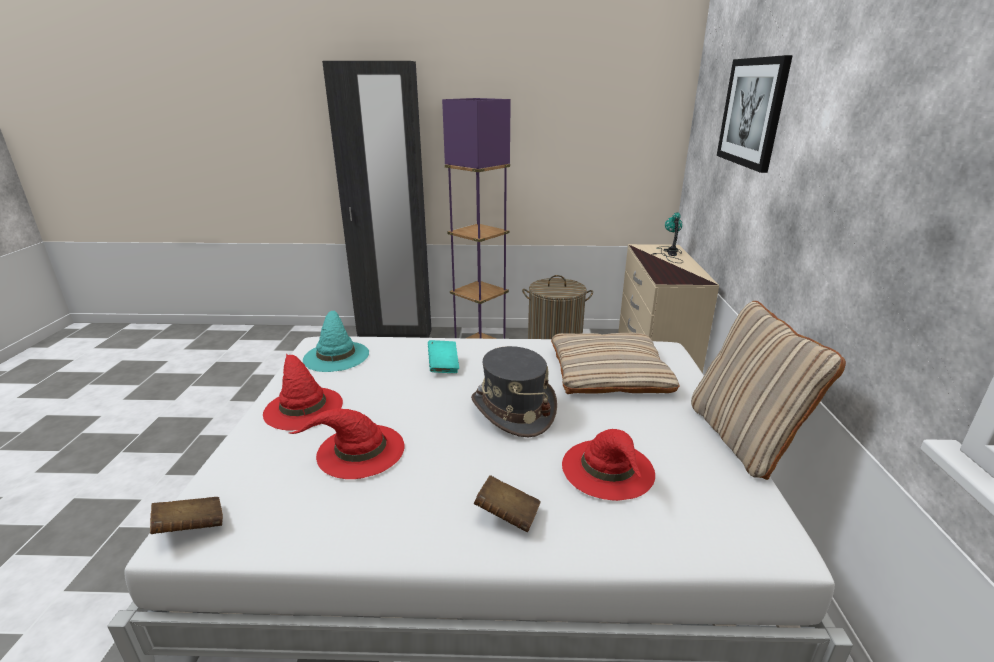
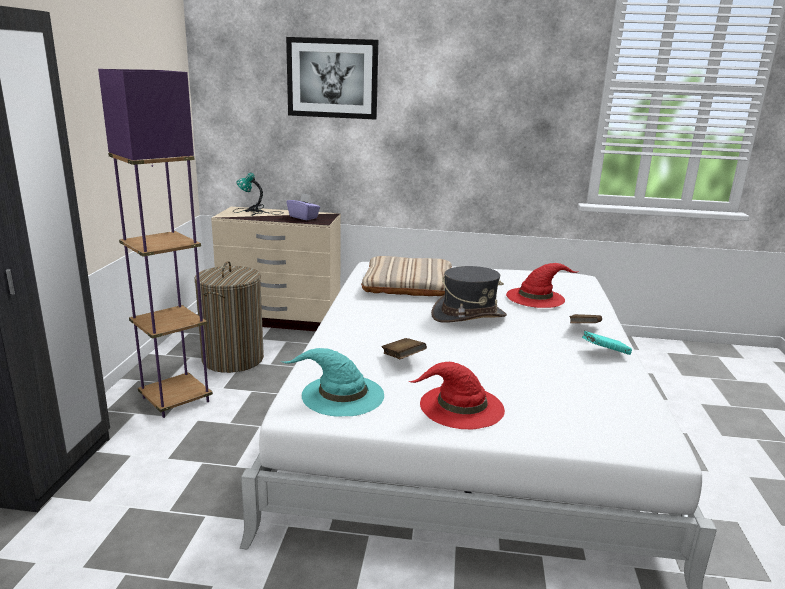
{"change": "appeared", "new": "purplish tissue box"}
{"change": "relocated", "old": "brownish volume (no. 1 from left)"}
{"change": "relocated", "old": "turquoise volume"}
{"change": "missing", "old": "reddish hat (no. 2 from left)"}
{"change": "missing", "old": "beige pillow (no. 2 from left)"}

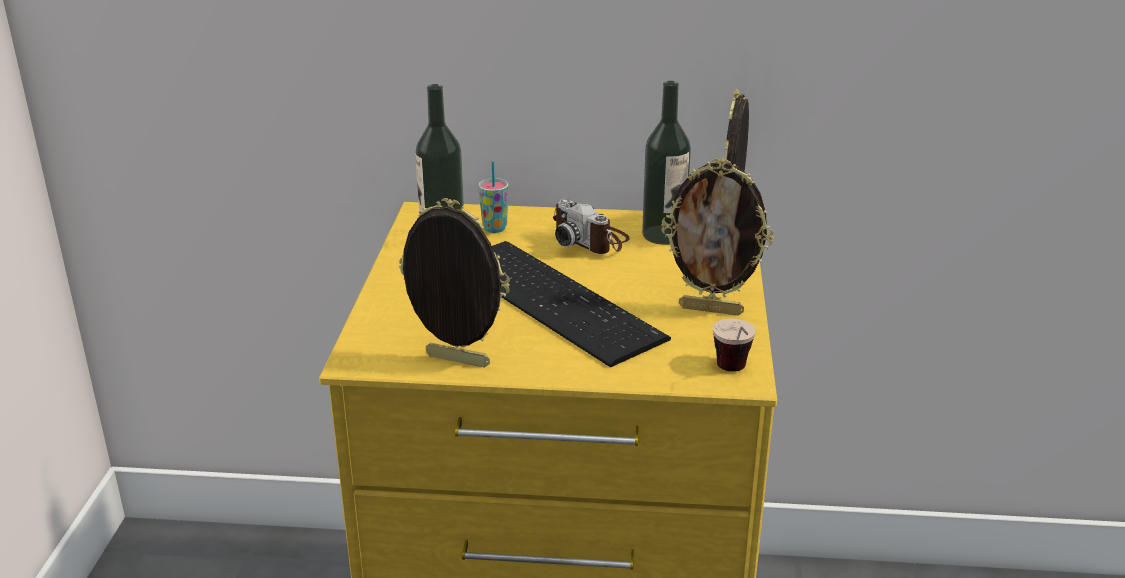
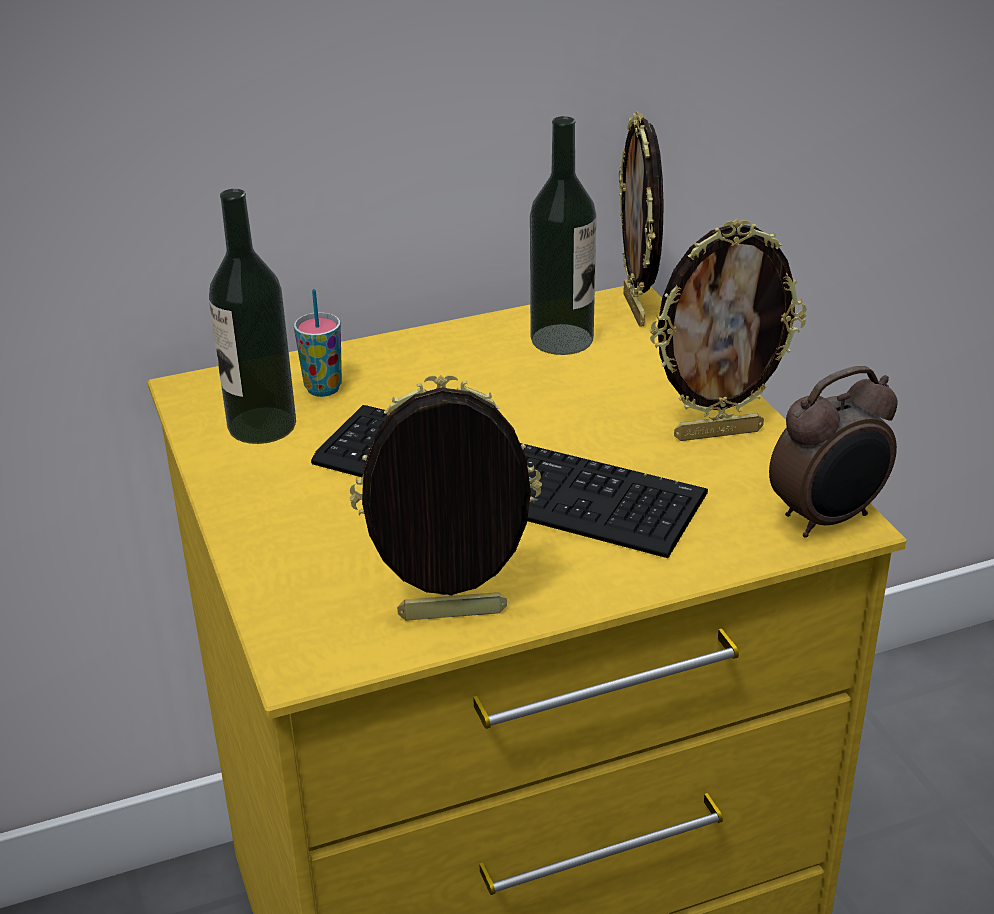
{"change": "exchanged", "old": "cup (no. 2 from left)", "new": "bedside clock"}
{"change": "missing", "old": "photo camera"}

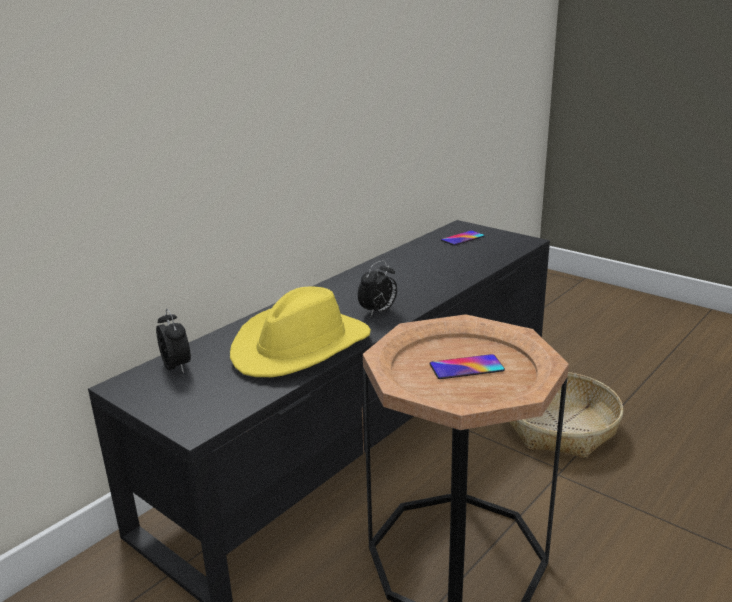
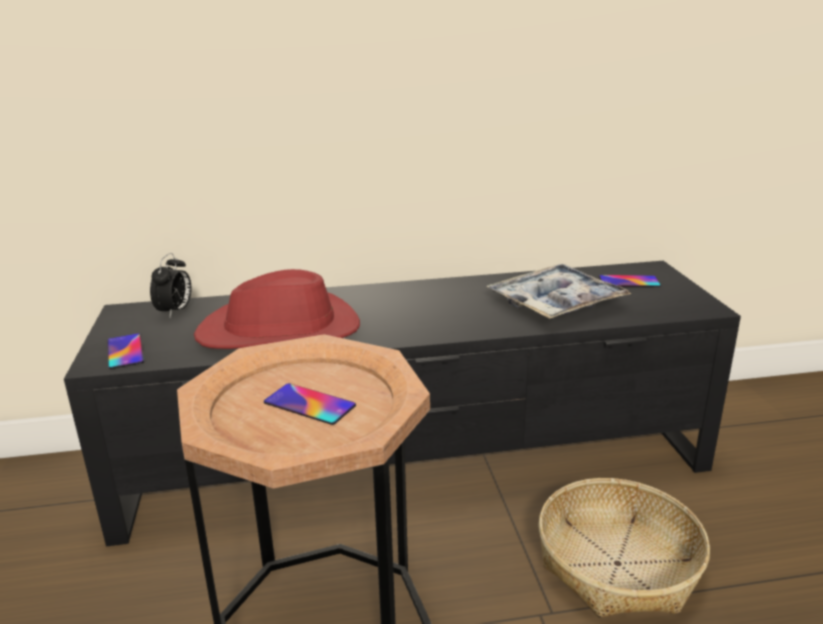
{"change": "appeared", "new": "telephone (no. 1 from left)"}
{"change": "colour", "old": "yellow hat", "new": "reddish hat"}
{"change": "appeared", "new": "serving tray"}
{"change": "missing", "old": "bedside clock (no. 2 from left)"}

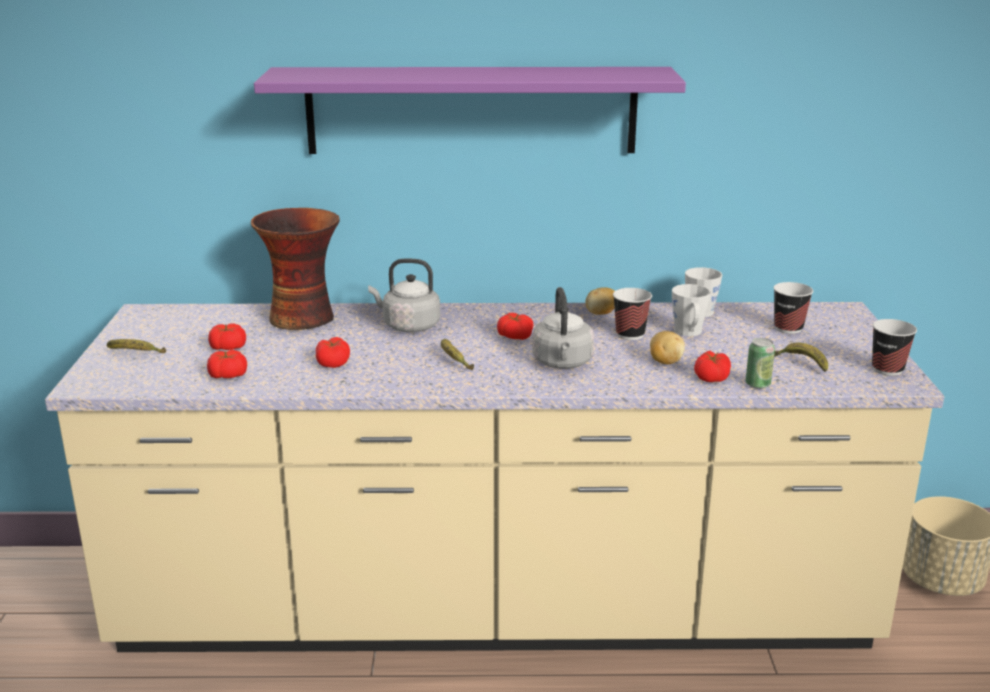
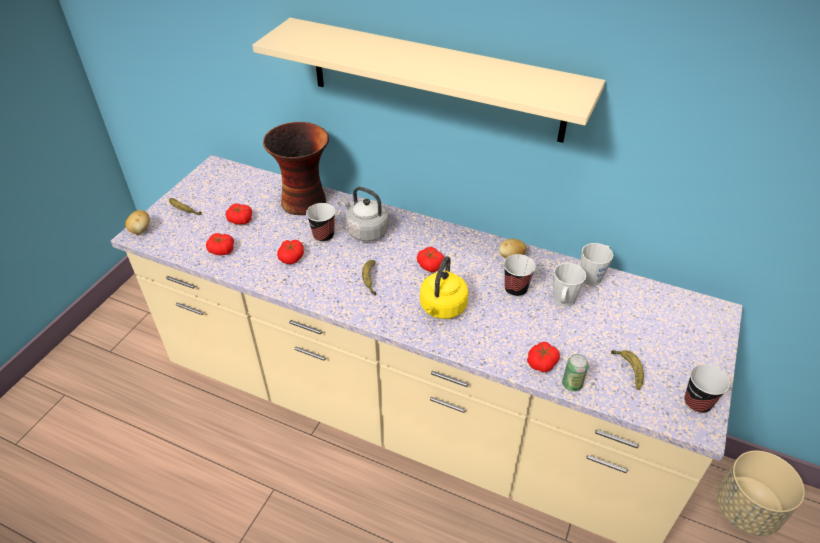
{"change": "relocated", "old": "potato (no. 2 from left in the first image)", "new": "potato (no. 1 from left)"}
{"change": "colour", "old": "purplish bracket shelf", "new": "beige bracket shelf"}
{"change": "relocated", "old": "cup (no. 2 from left in the first image)", "new": "cup (no. 1 from left)"}
{"change": "colour", "old": "greyish kettle (no. 2 from left)", "new": "yellow kettle"}

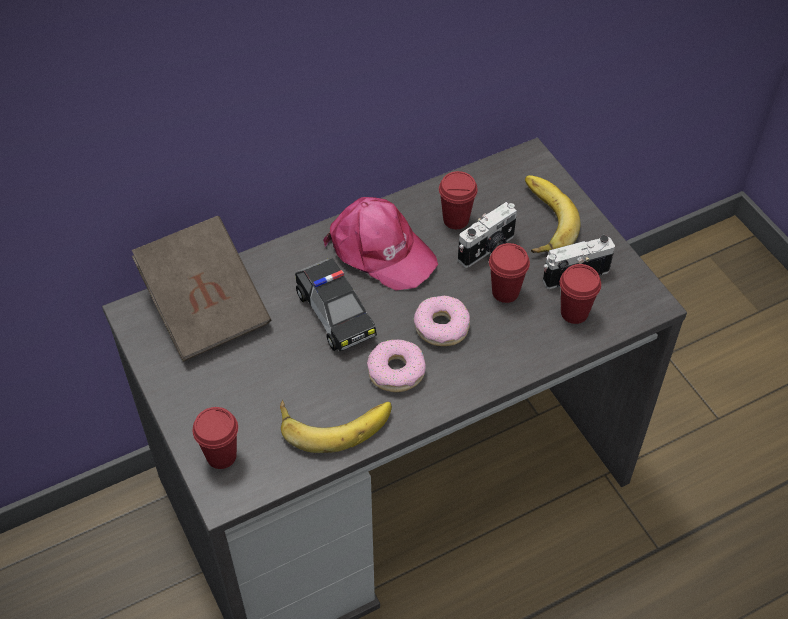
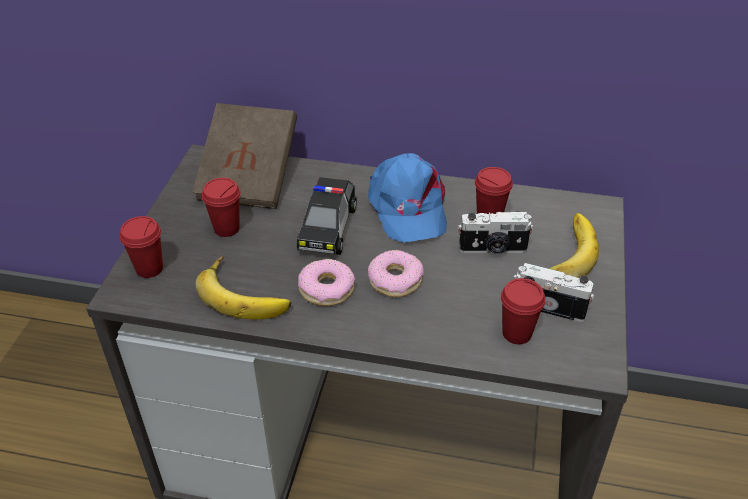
{"change": "relocated", "old": "reddish cup (no. 3 from left in the first image)", "new": "reddish cup (no. 2 from left)"}
{"change": "colour", "old": "pinkish peaked cap", "new": "bluish peaked cap"}

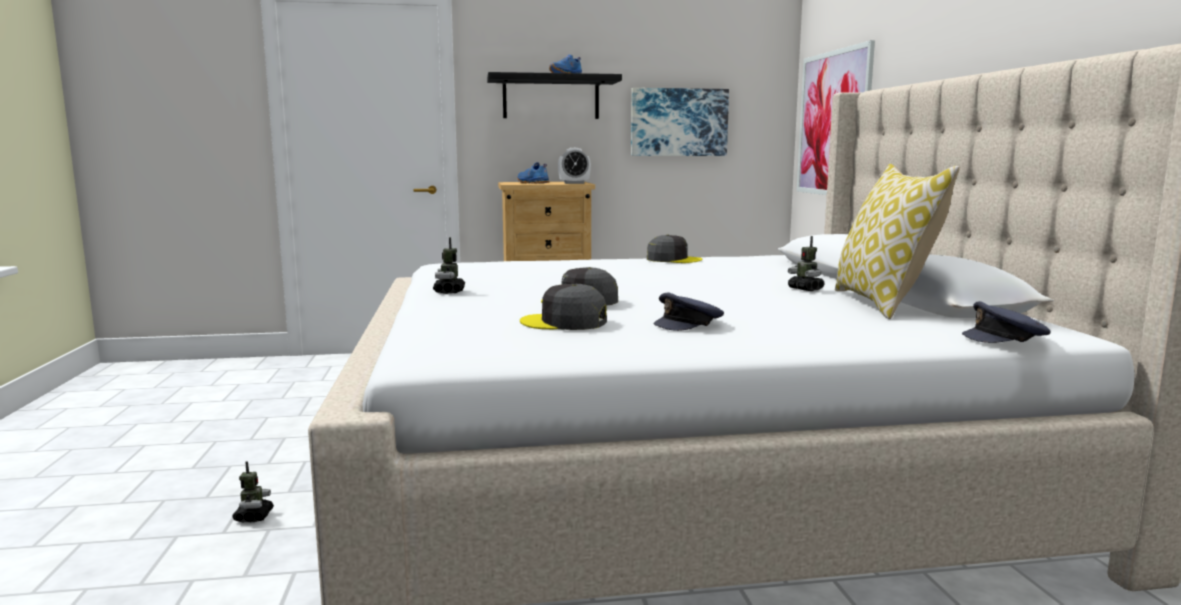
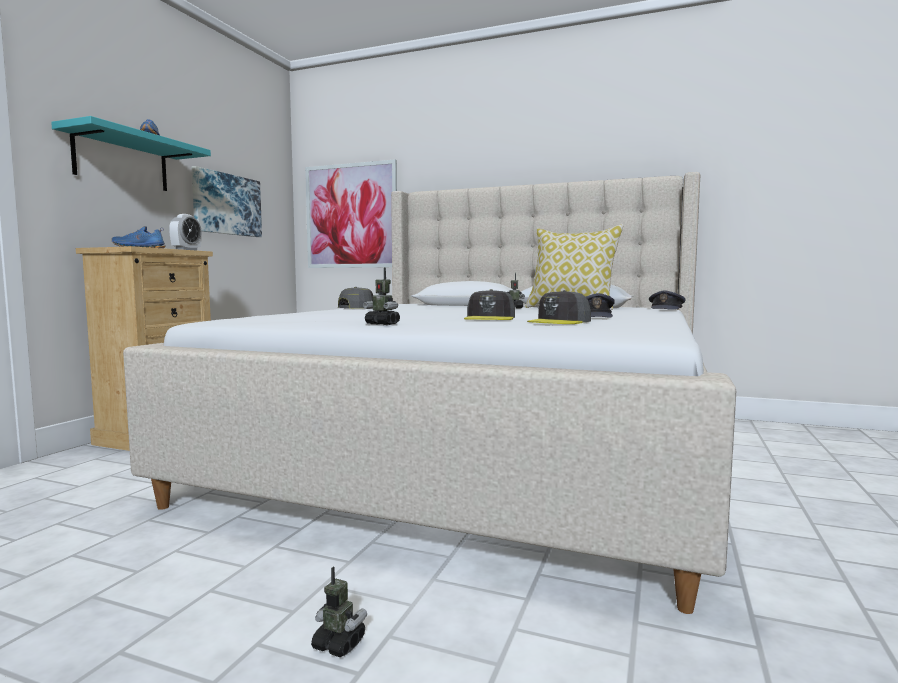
{"change": "colour", "old": "blackish bracket shelf", "new": "turquoise bracket shelf"}

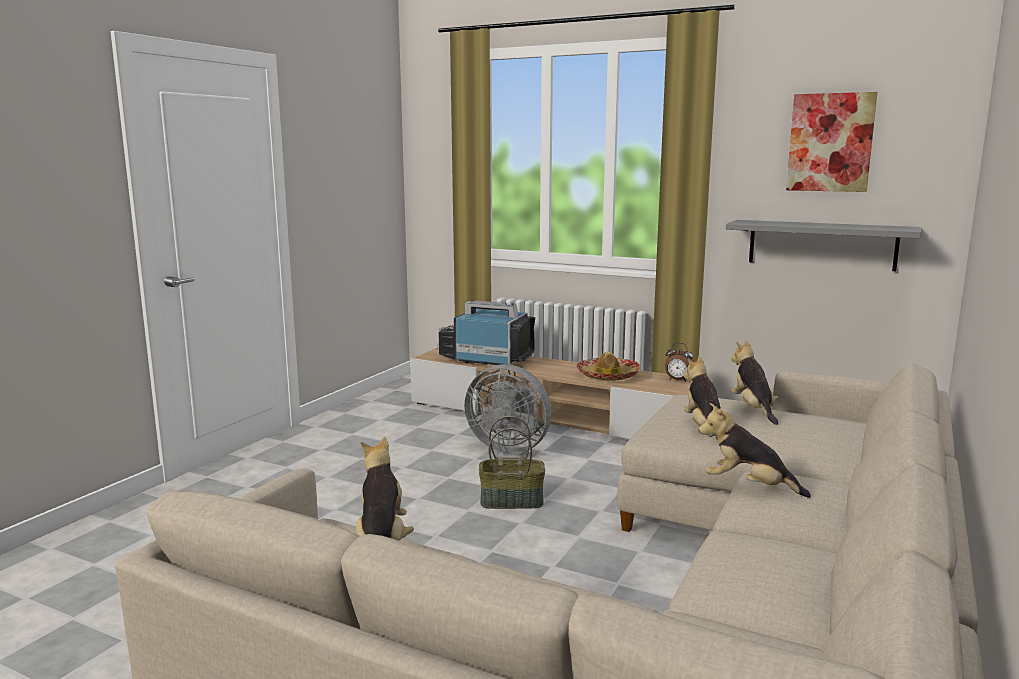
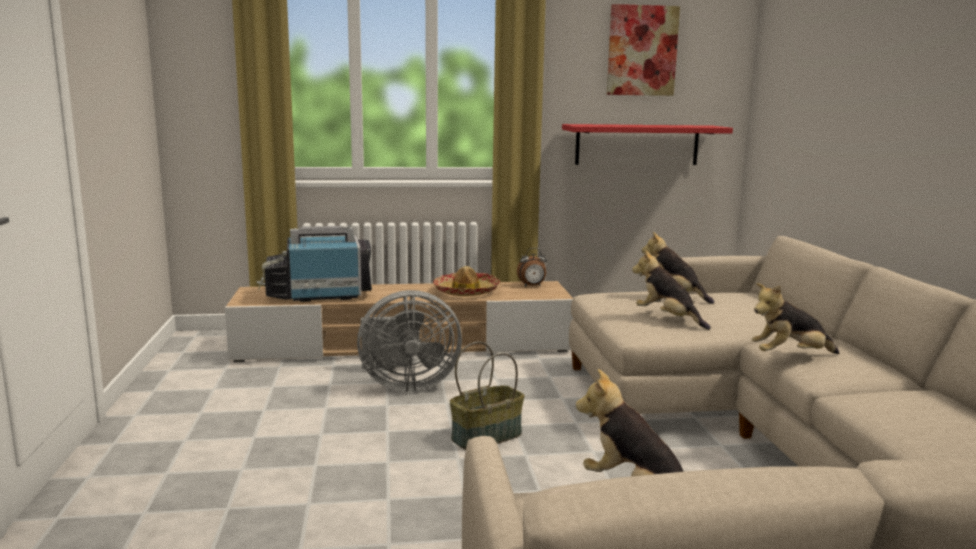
{"change": "colour", "old": "greyish bracket shelf", "new": "reddish bracket shelf"}

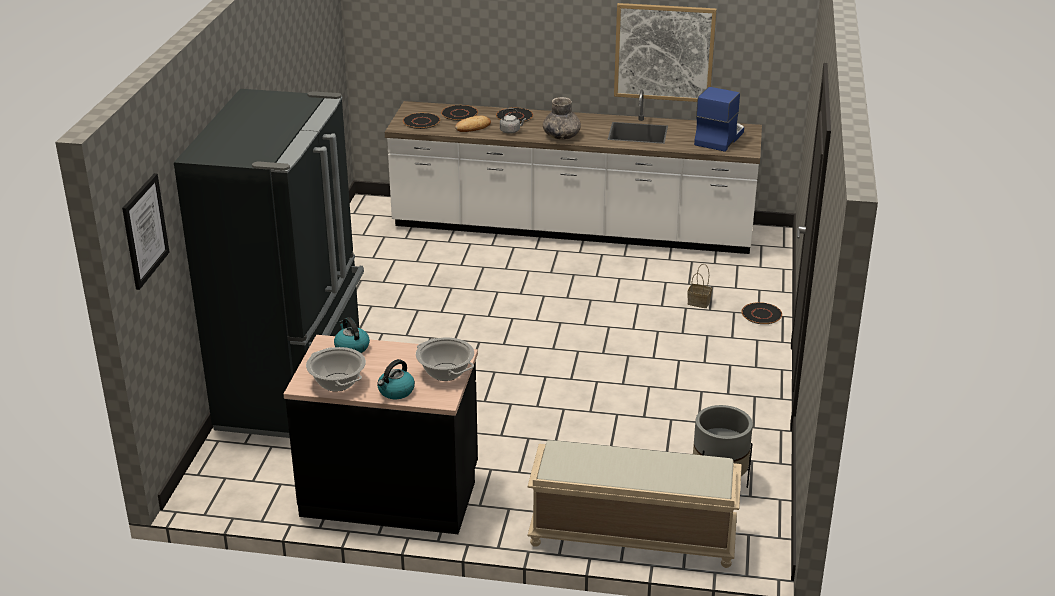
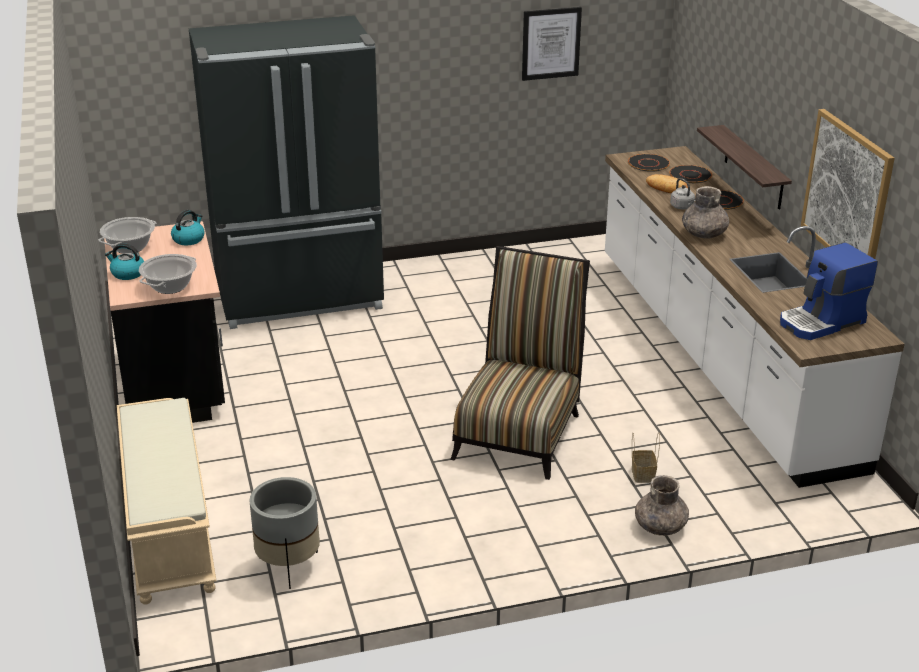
{"change": "appeared", "new": "chair"}
{"change": "relocated", "old": "wall picture (no. 1 from left)"}
{"change": "exchanged", "old": "blackish dinner plate (no. 4 from left)", "new": "greyish vase (no. 1 from left)"}
{"change": "appeared", "new": "bracket shelf"}
{"change": "spun", "old": "coffee machine", "degrees": 150}

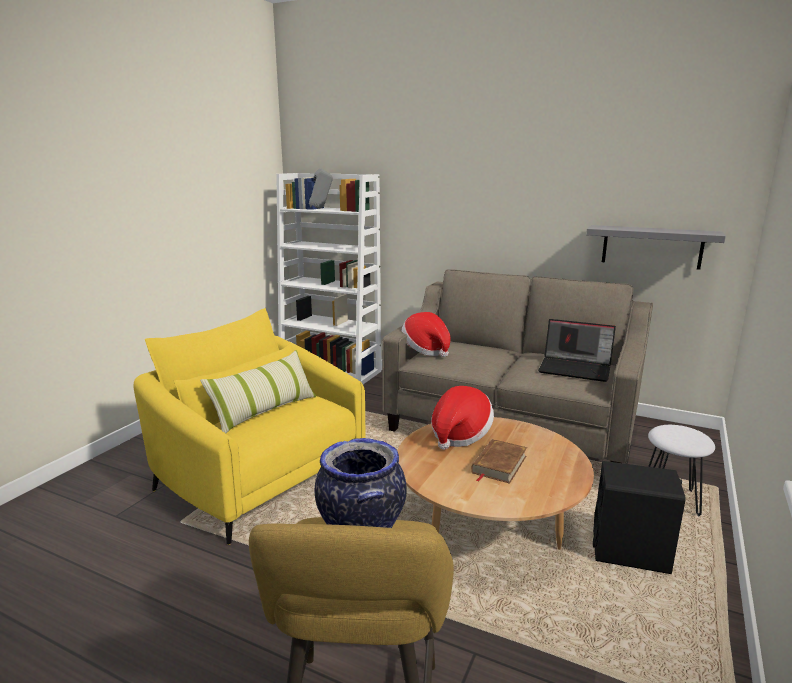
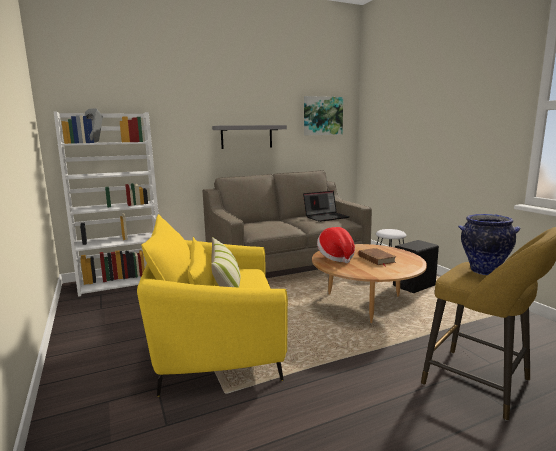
{"change": "relocated", "old": "greyish bracket shelf"}
{"change": "appeared", "new": "wall picture"}
{"change": "missing", "old": "hat (no. 1 from left)"}

